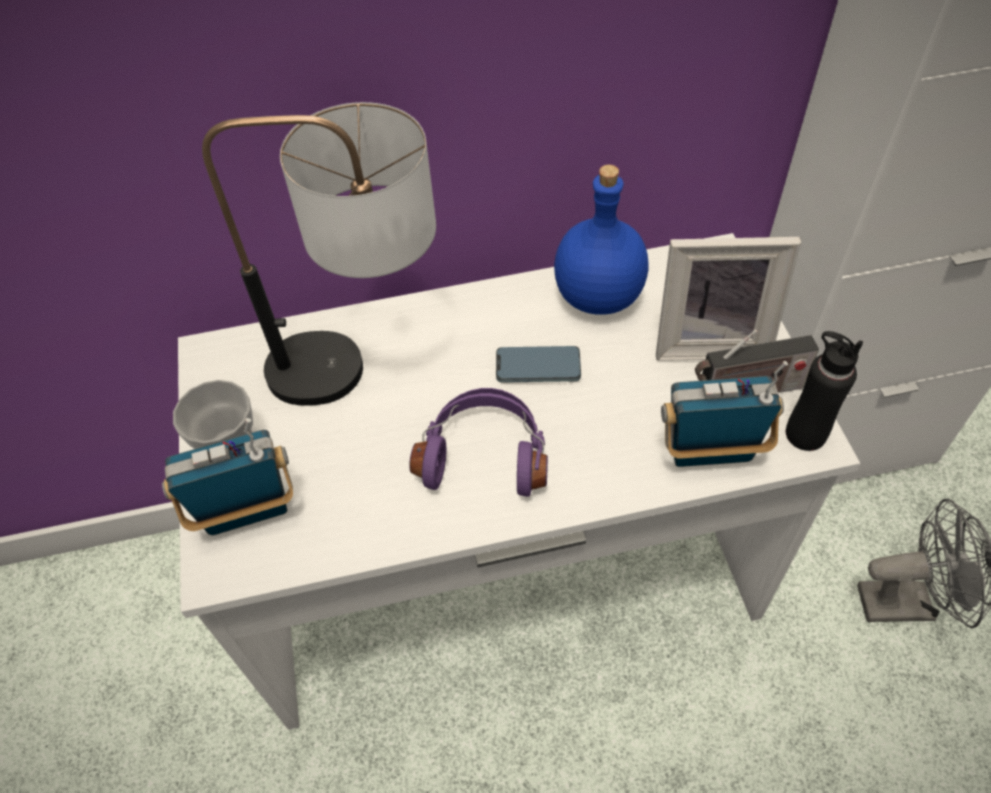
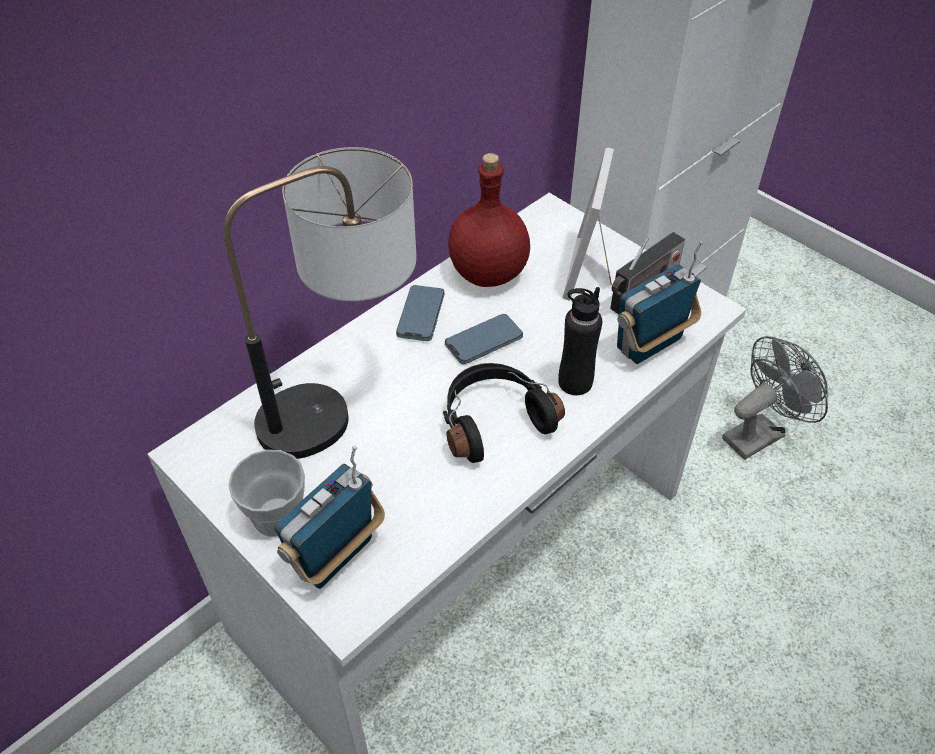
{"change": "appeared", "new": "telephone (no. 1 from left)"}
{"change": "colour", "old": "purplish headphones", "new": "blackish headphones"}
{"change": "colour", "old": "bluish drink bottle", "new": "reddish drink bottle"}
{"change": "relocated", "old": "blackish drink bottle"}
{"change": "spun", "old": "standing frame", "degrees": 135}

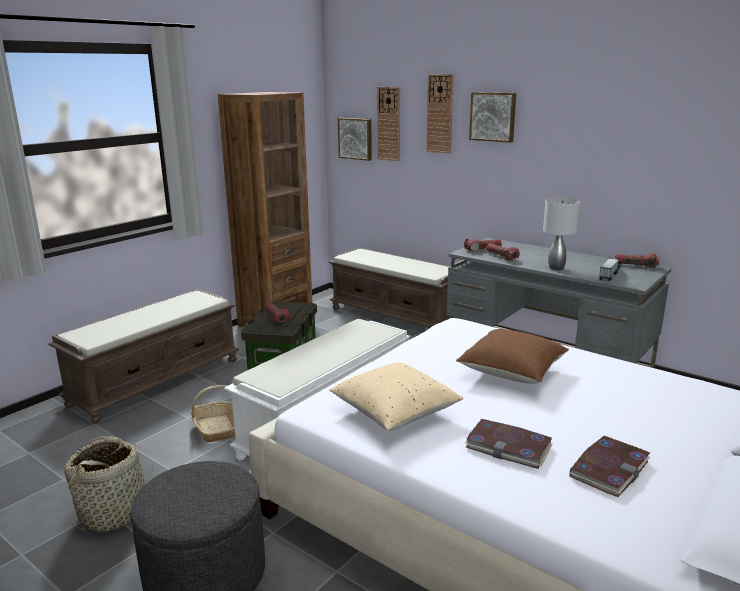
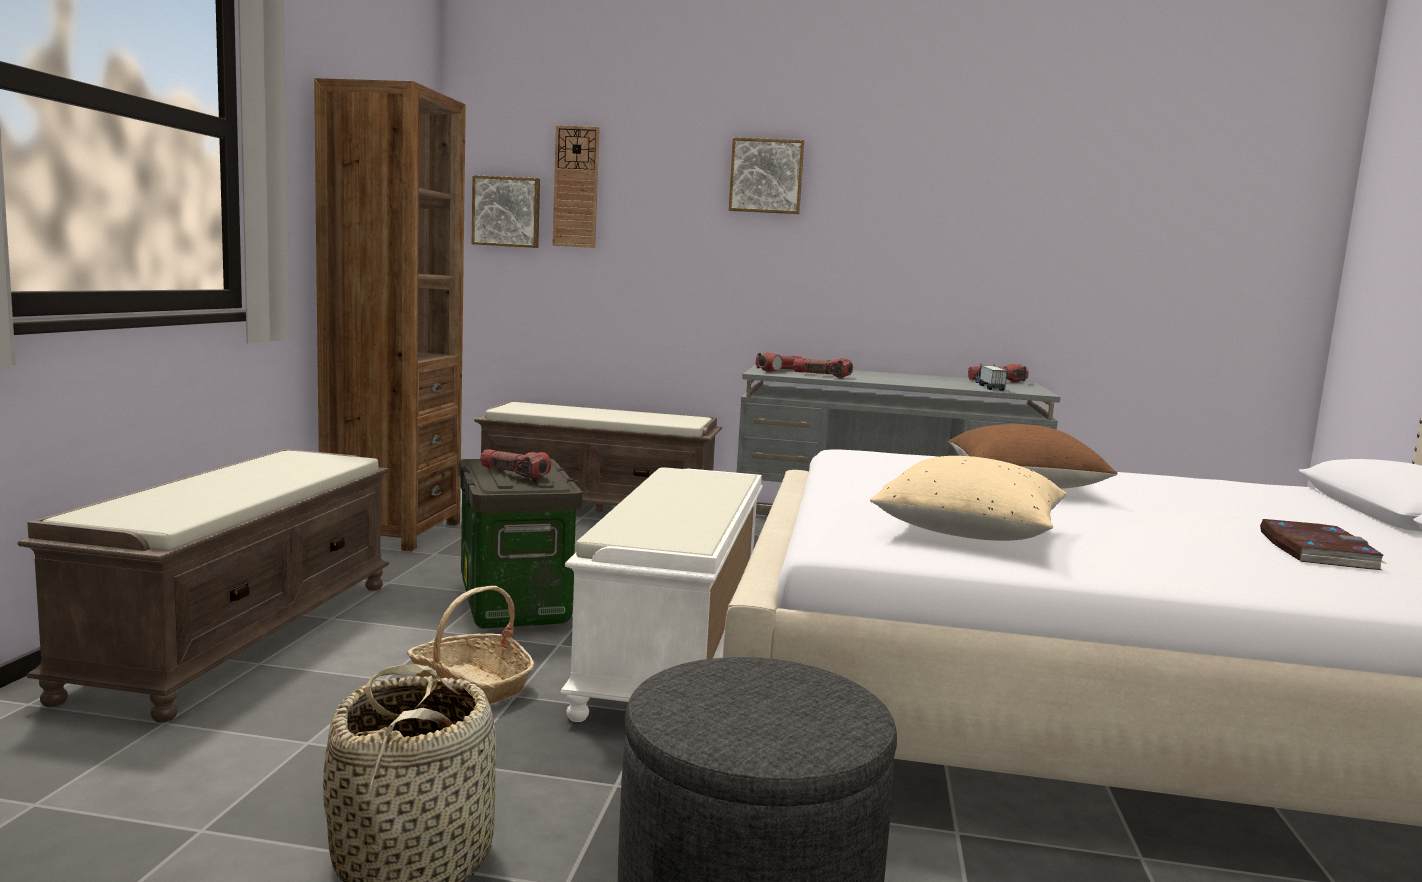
{"change": "missing", "old": "hanging clock (no. 2 from left)"}
{"change": "missing", "old": "volume (no. 1 from left)"}
{"change": "missing", "old": "greyish lamp for a table"}

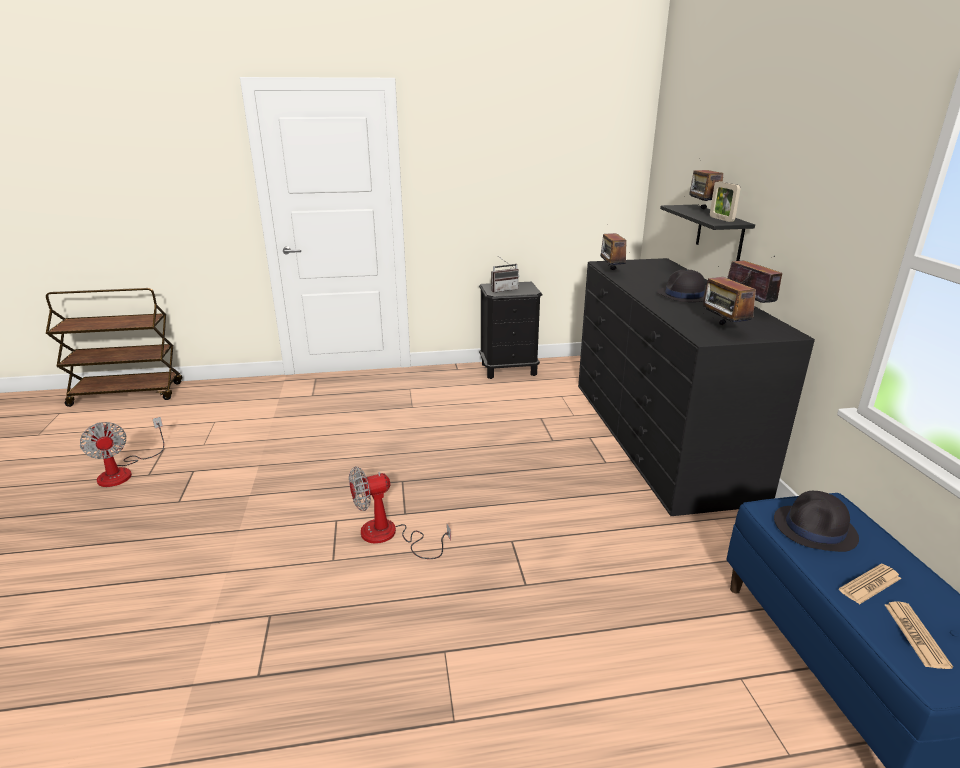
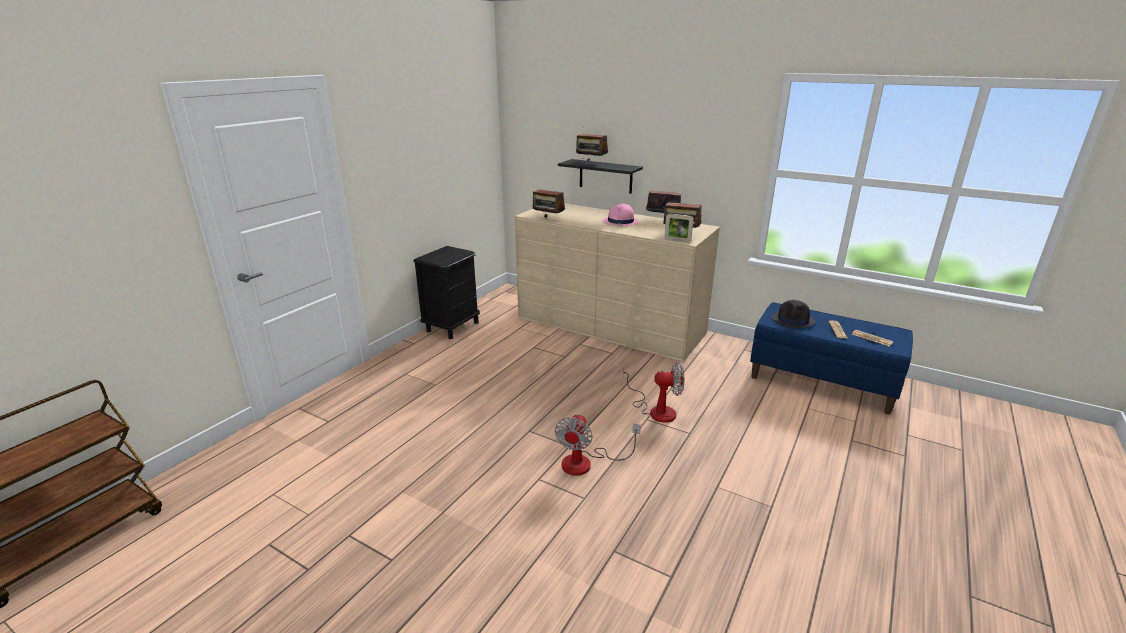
{"change": "colour", "old": "blackish drawer chest", "new": "beige drawer chest"}
{"change": "colour", "old": "blackish hat (no. 1 from left)", "new": "pinkish hat"}
{"change": "relocated", "old": "fan (no. 1 from left in the first image)", "new": "fan (no. 2 from left)"}
{"change": "relocated", "old": "standing frame"}
{"change": "missing", "old": "radio set (no. 1 from left)"}

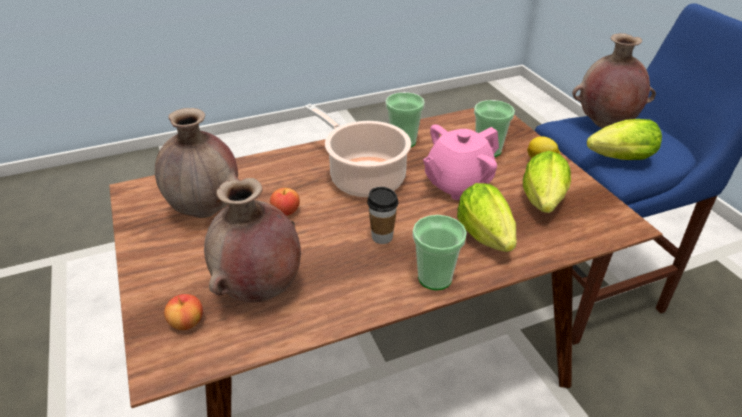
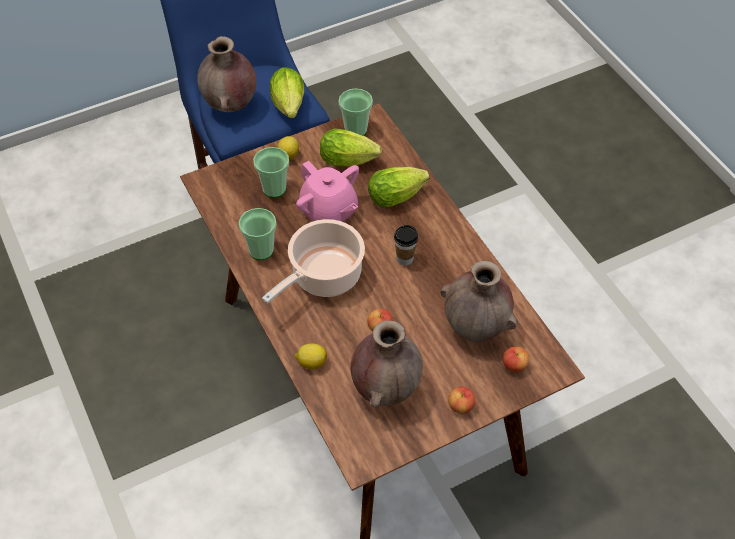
{"change": "appeared", "new": "whole lemon (no. 2 from left)"}
{"change": "relocated", "old": "cup (no. 3 from left)"}
{"change": "appeared", "new": "whole apple (no. 2 from left)"}

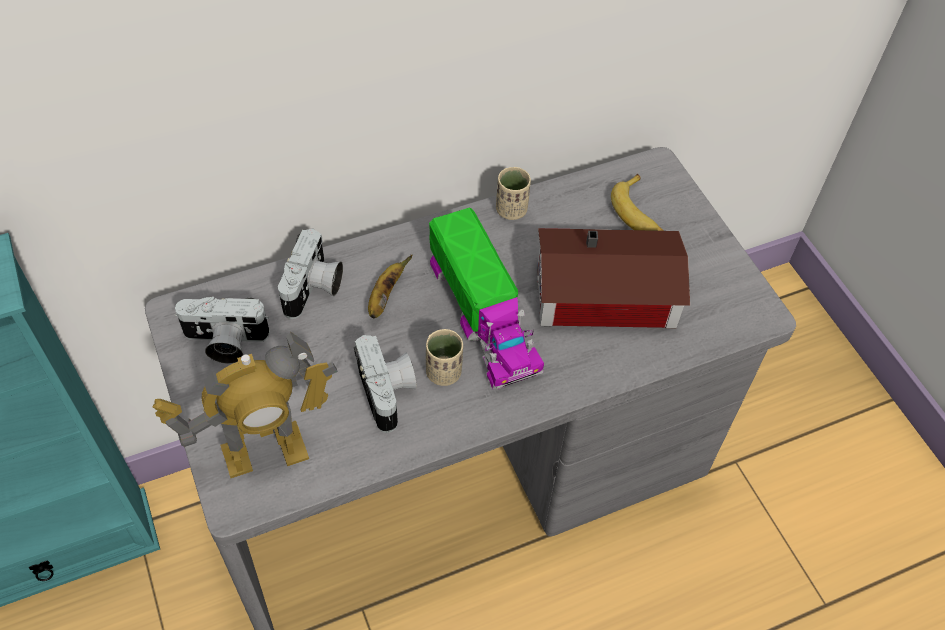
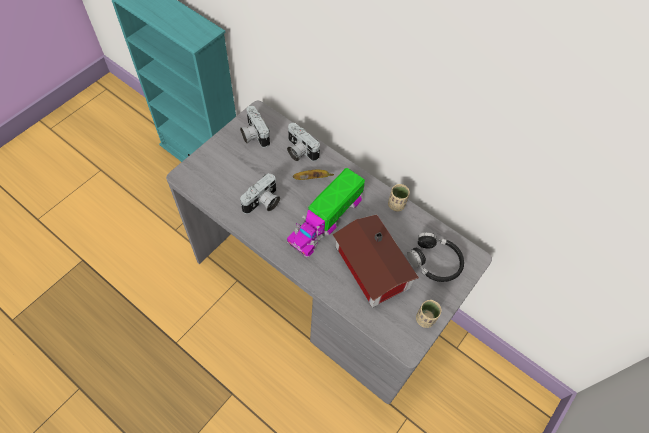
{"change": "spun", "old": "photo camera (no. 2 from left in the first image)", "degrees": 60}
{"change": "exchanged", "old": "whole banana (no. 2 from left)", "new": "blackish headphones"}
{"change": "relocated", "old": "beige cup (no. 1 from left in the first image)", "new": "beige cup (no. 2 from left)"}
{"change": "missing", "old": "toy robot"}

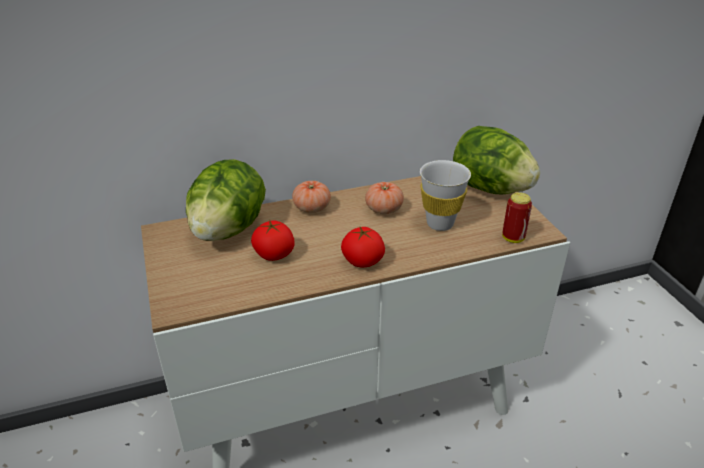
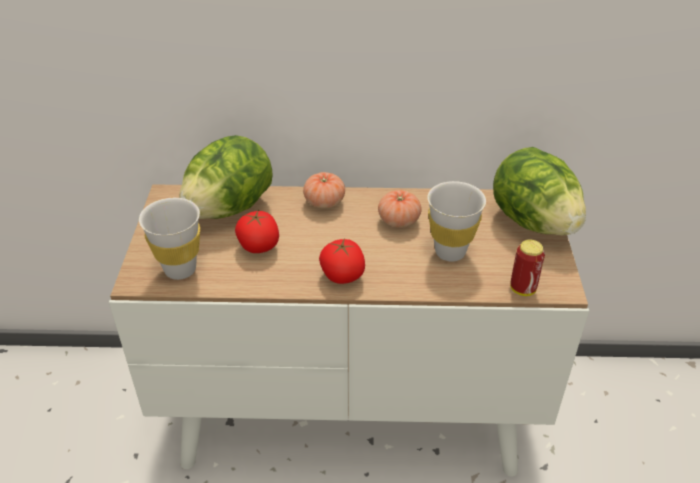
{"change": "appeared", "new": "whitish cup (no. 1 from left)"}

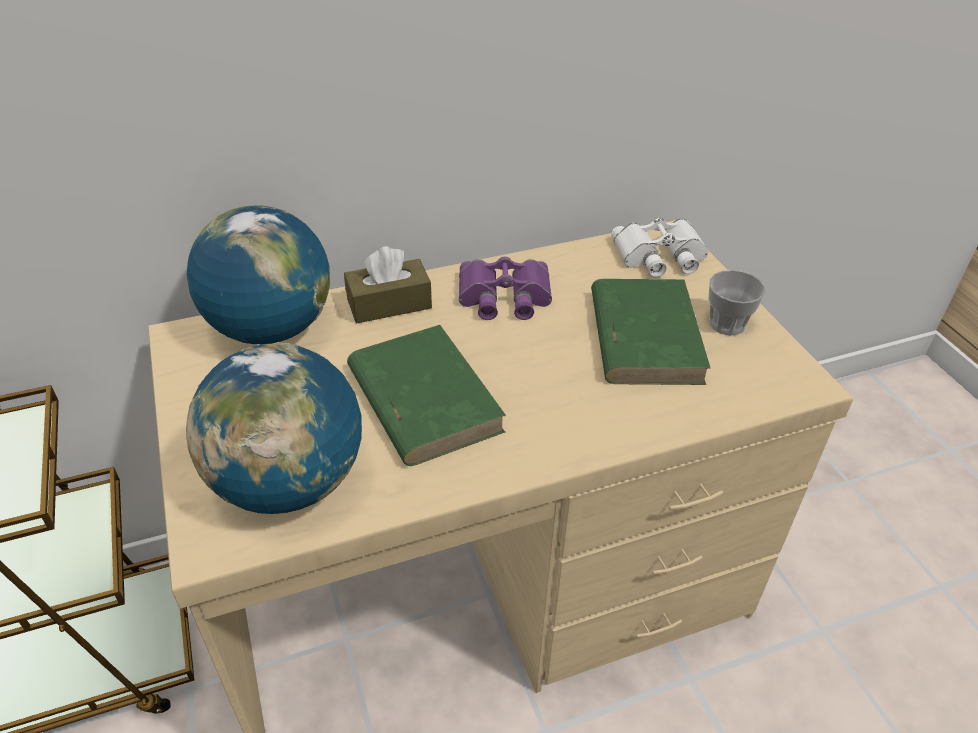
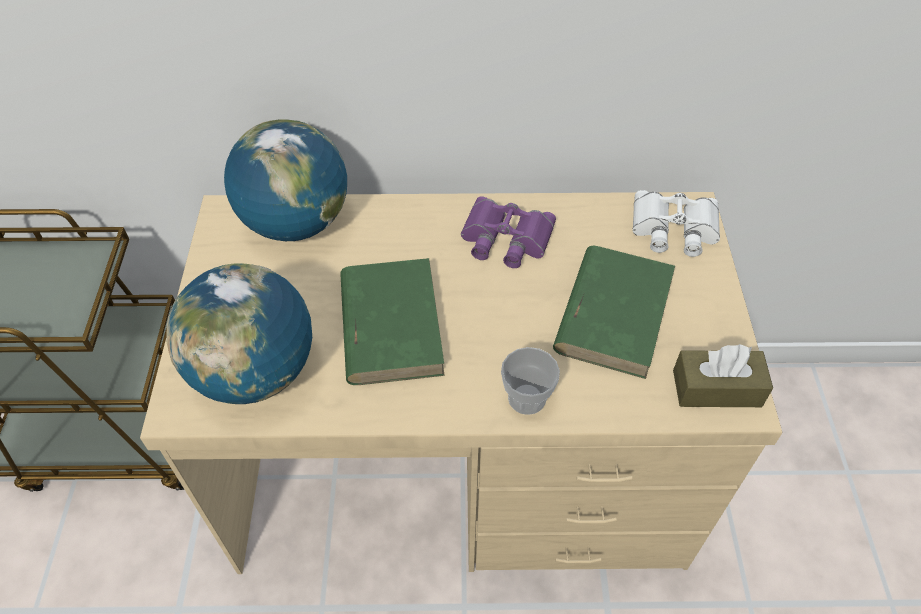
{"change": "relocated", "old": "cup"}
{"change": "relocated", "old": "brownish tissue box"}

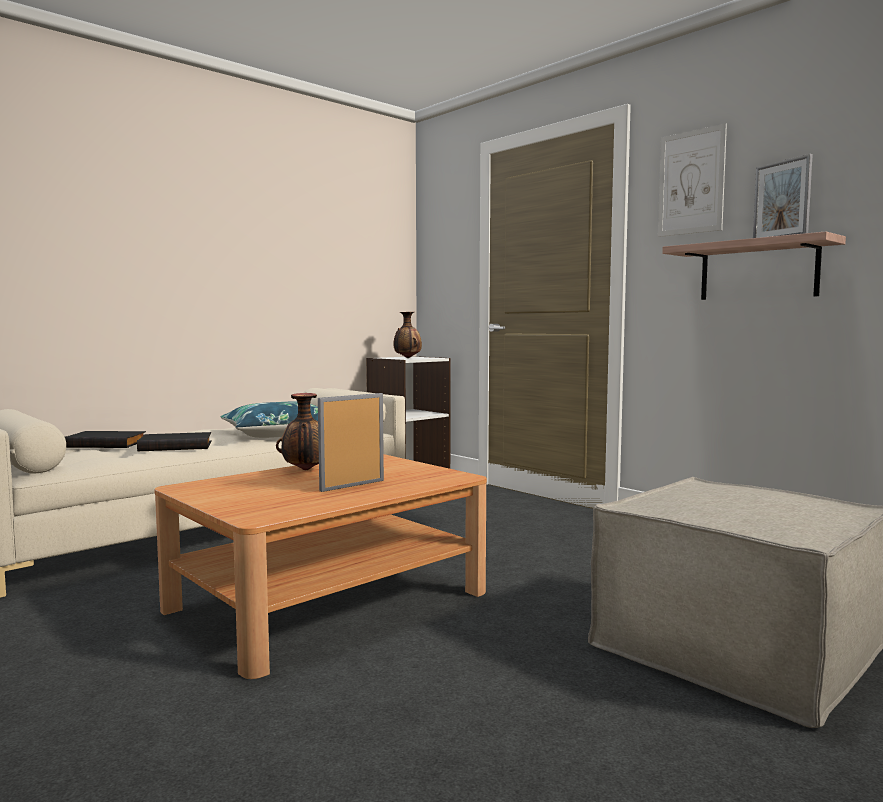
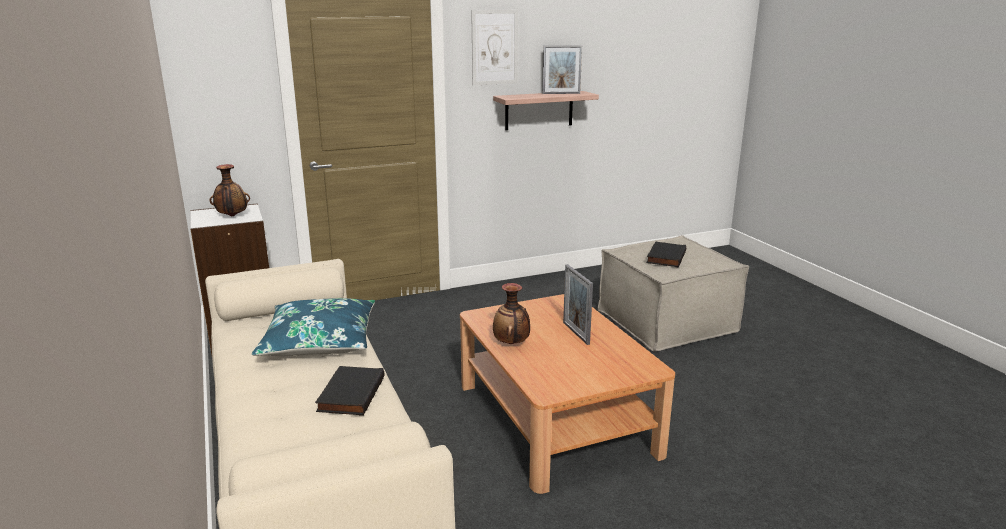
{"change": "relocated", "old": "blackish volume (no. 1 from left in the first image)", "new": "blackish volume (no. 2 from left)"}

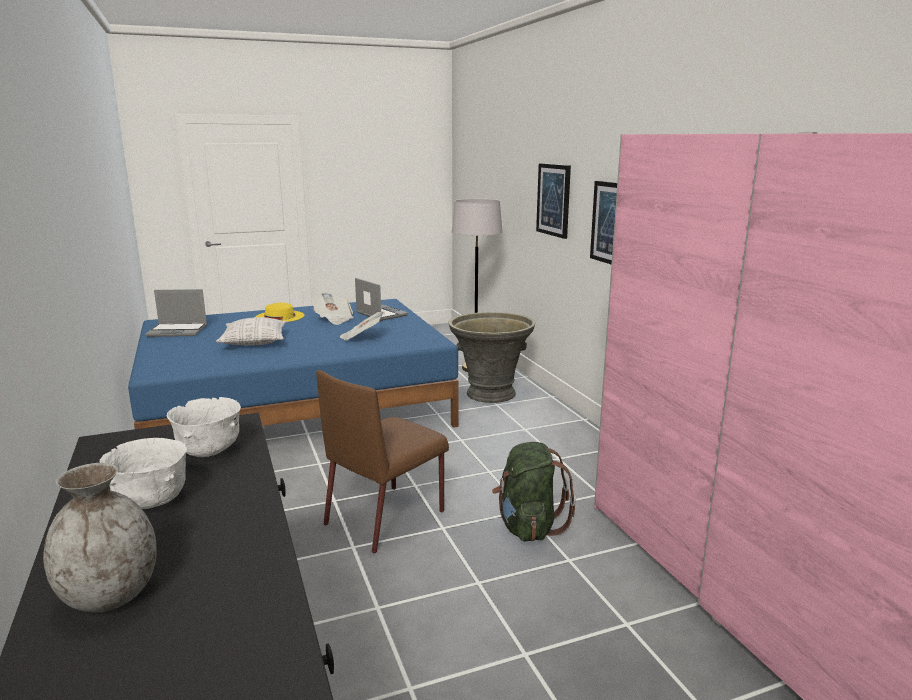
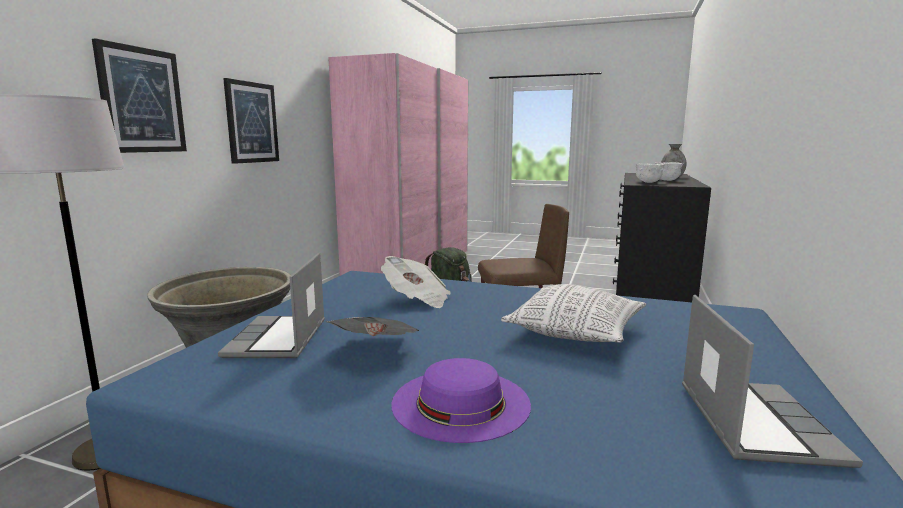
{"change": "colour", "old": "yellow hat", "new": "purplish hat"}
{"change": "spun", "old": "portable computer (no. 1 from left in the first image)", "degrees": 60}

